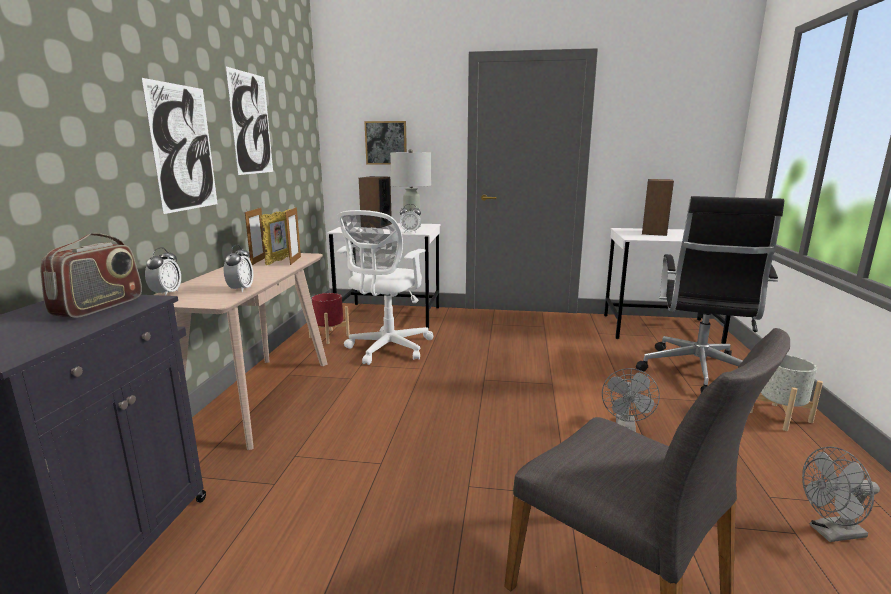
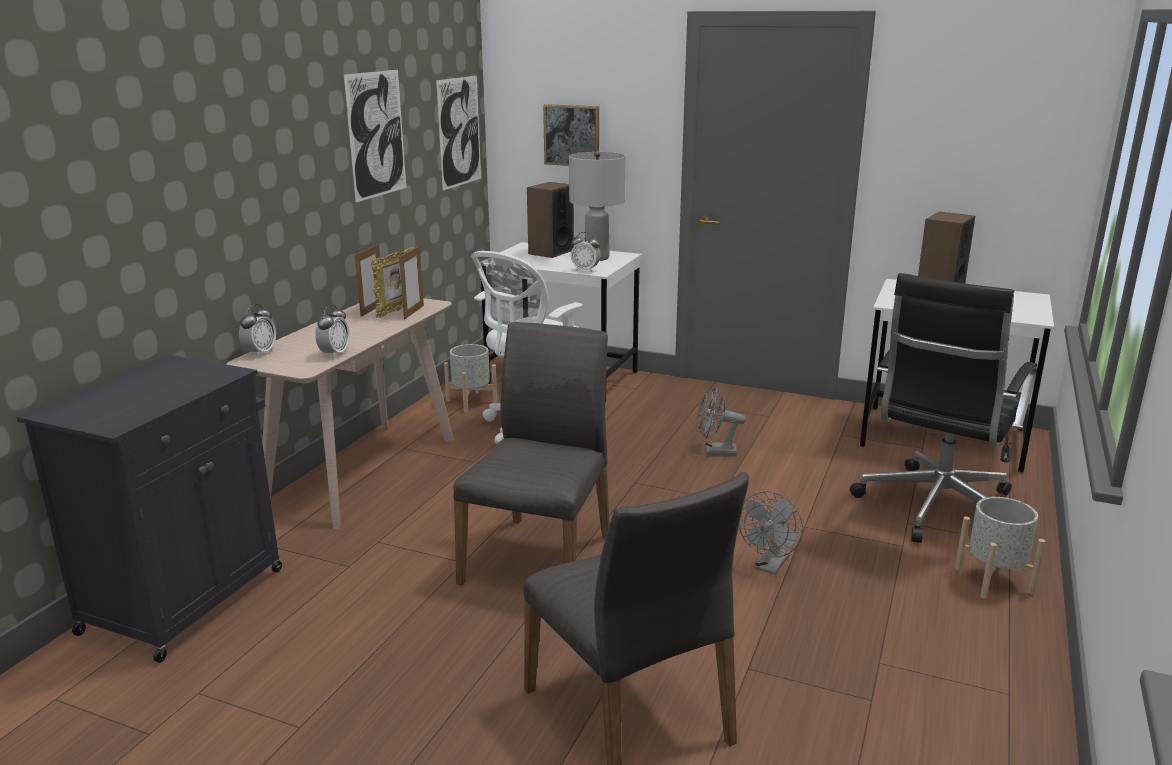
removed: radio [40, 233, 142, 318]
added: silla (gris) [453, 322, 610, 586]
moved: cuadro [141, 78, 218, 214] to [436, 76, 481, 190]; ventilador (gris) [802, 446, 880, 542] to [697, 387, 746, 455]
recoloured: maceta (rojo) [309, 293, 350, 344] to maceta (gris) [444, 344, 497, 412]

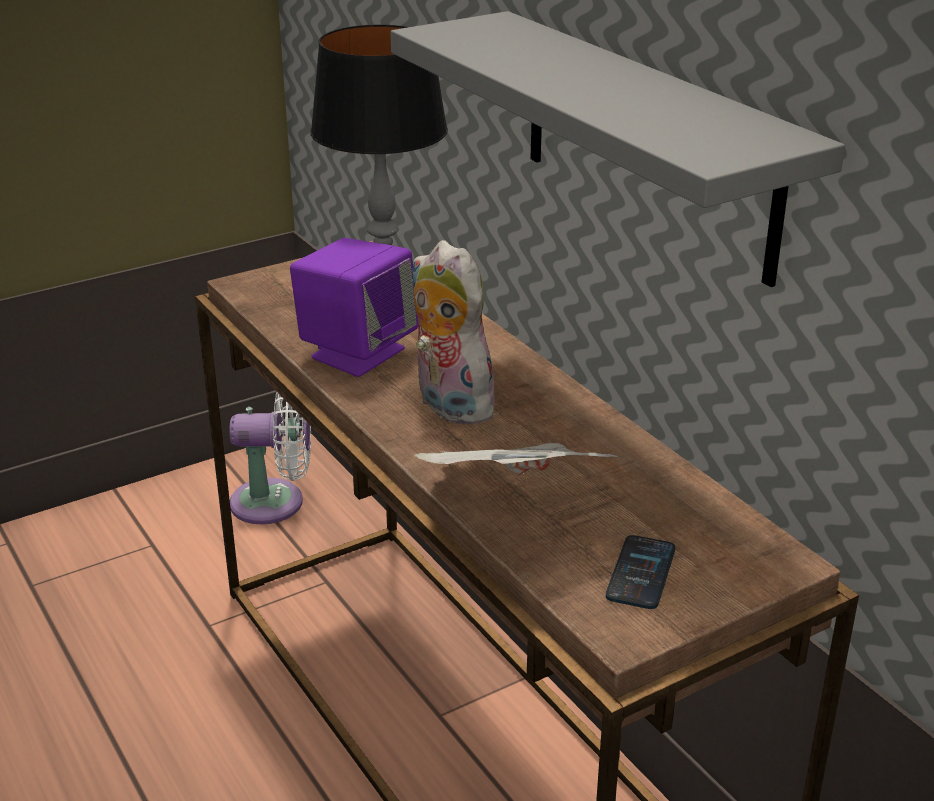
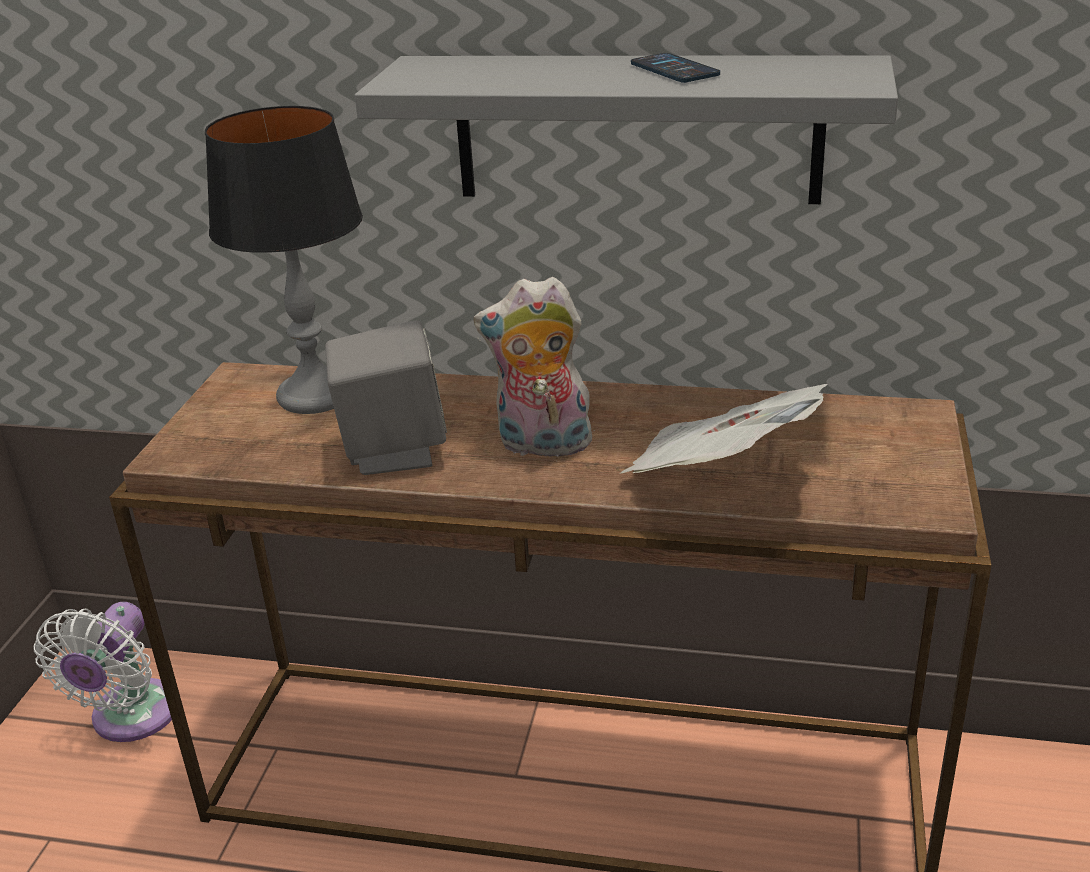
moved: móvil [606, 535, 675, 609] to [631, 53, 720, 83]
recoloured: altavoz (morado) [290, 238, 418, 377] to altavoz (gris) [325, 320, 447, 475]
turned: ventilador (blanco) [229, 392, 311, 524] = [34, 602, 172, 742] 150 degrees clockwise

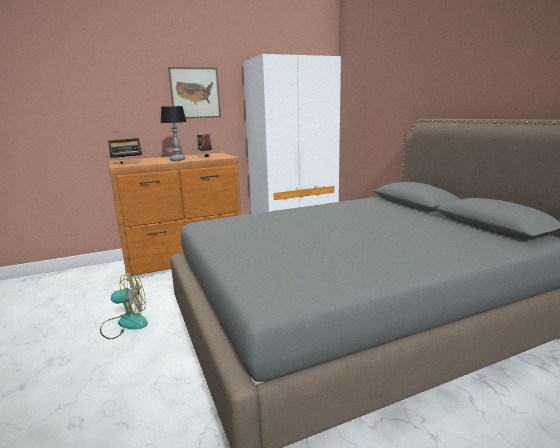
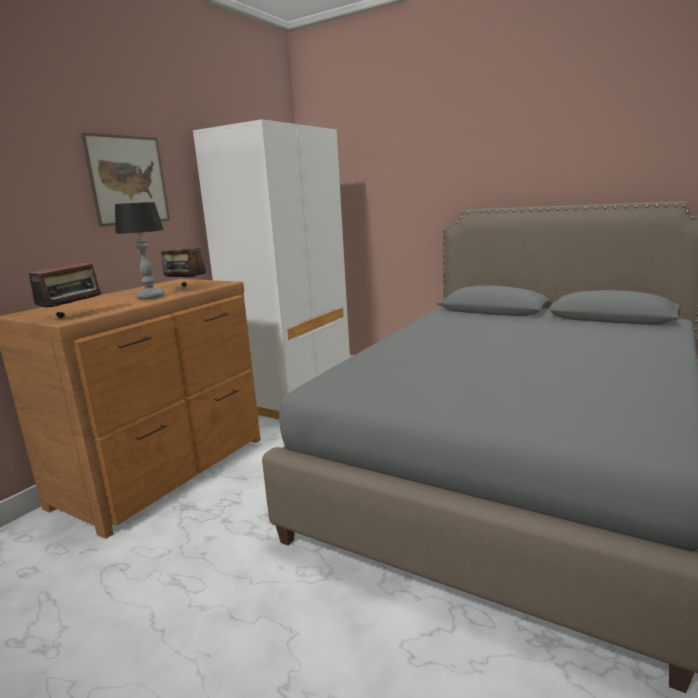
removed: ventilador [100, 271, 148, 339]

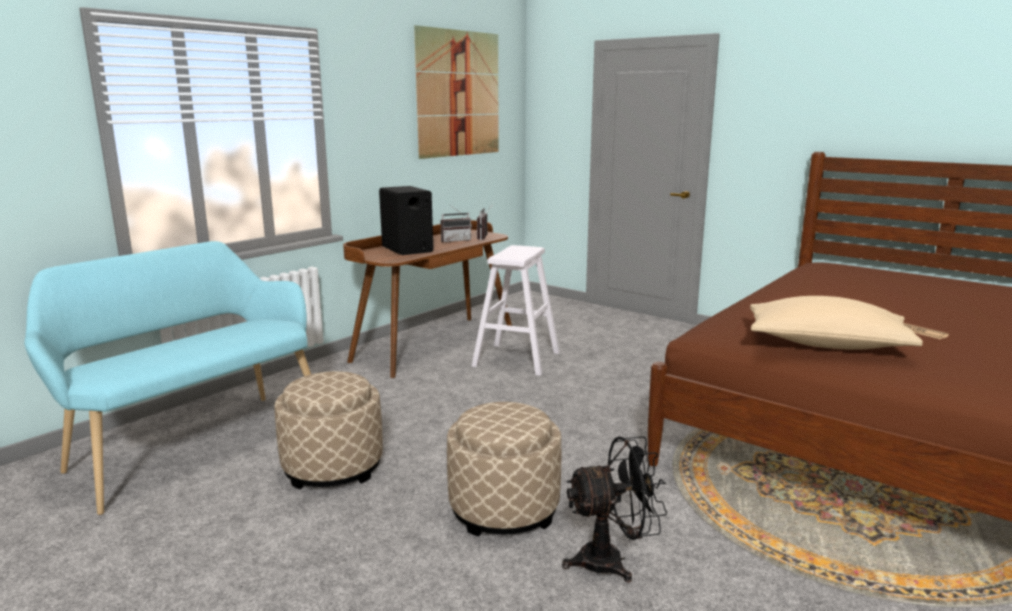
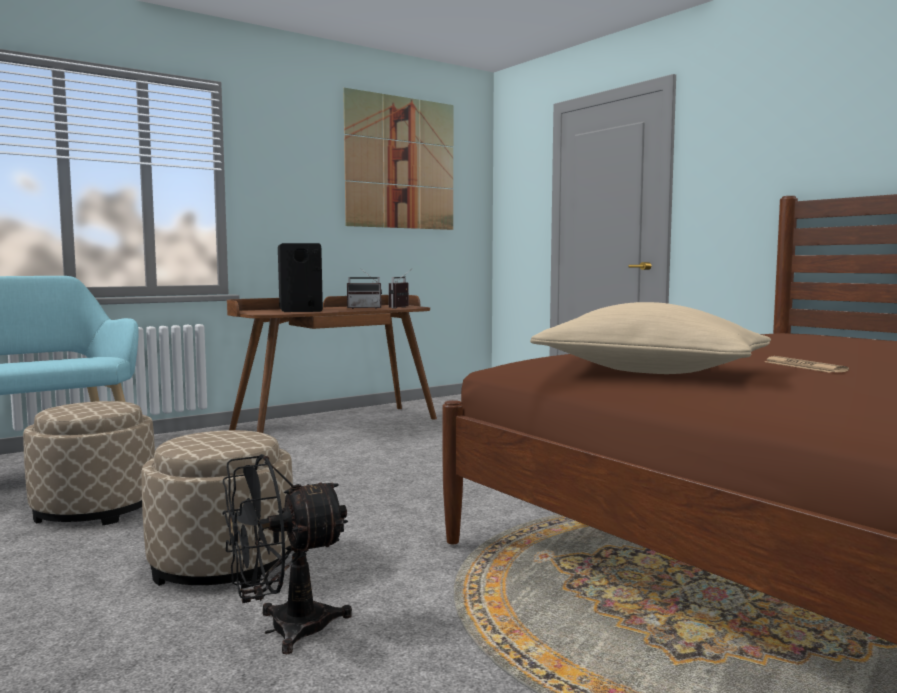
removed: taburete (blanco) [472, 245, 560, 376]
turned: ventilador (negro) [562, 436, 667, 582] = [222, 454, 352, 654] 150 degrees clockwise

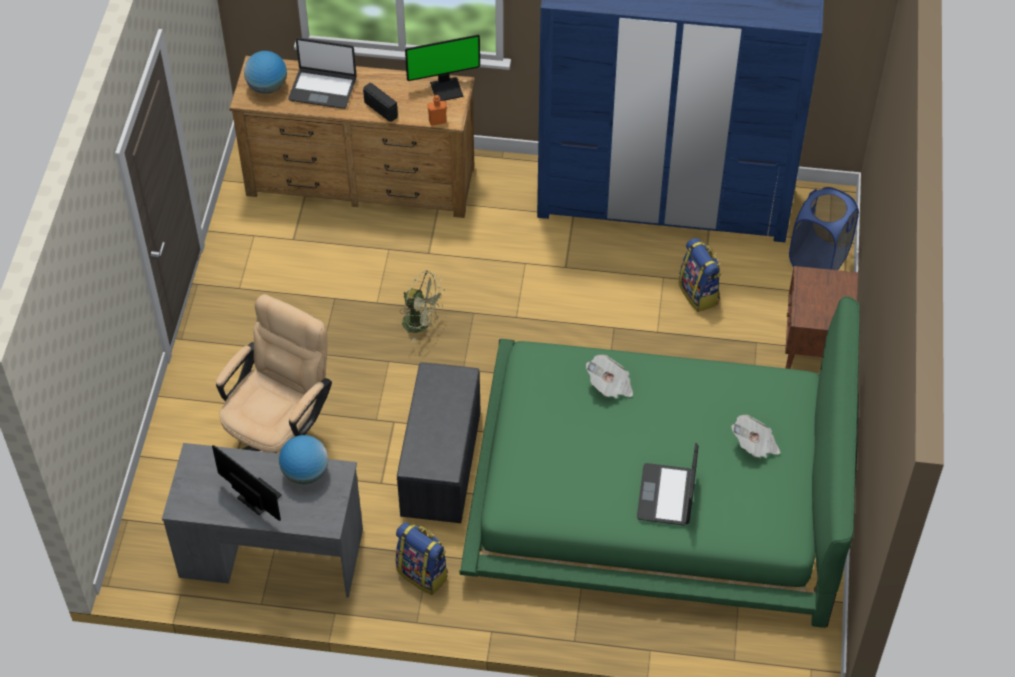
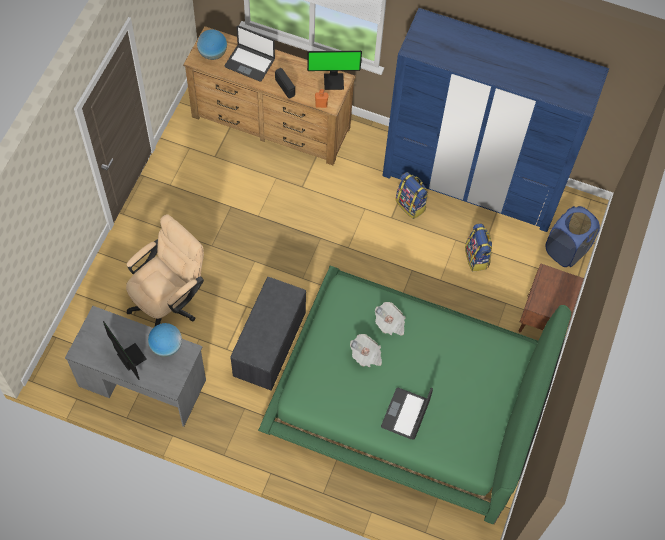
removed: ventilador (verde) [399, 271, 445, 342]
moved: periódico [731, 415, 780, 458] to [350, 334, 382, 367]; mochila [395, 522, 448, 595] to [395, 172, 428, 219]

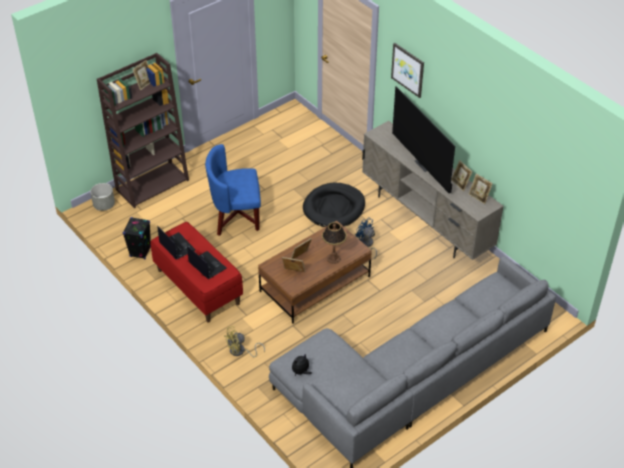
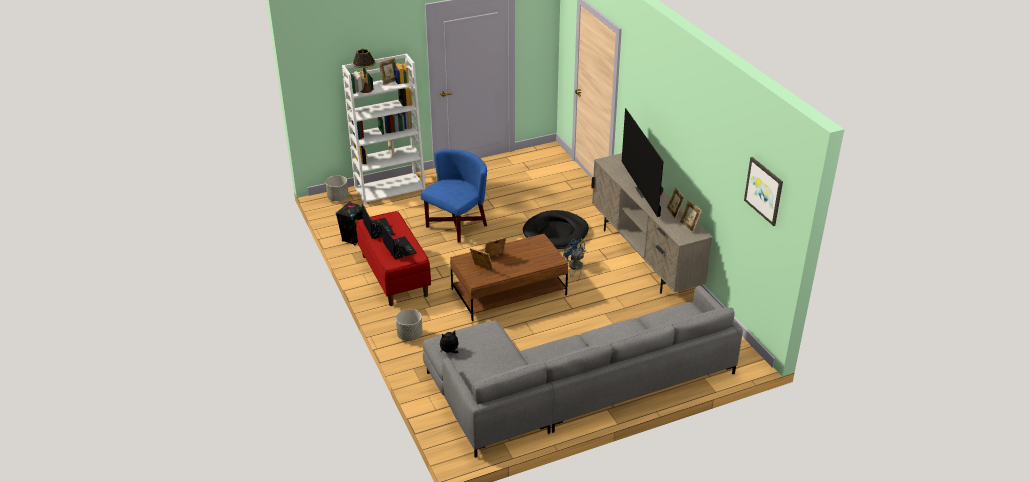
moved: lámpara de mesa [322, 222, 347, 264] to [352, 48, 376, 93]; cuadro [391, 43, 424, 98] to [744, 157, 783, 226]
replaced: ventilador (amarillo) [224, 326, 265, 357] to maceta (gris) [396, 309, 423, 341]
recoloured: estantería (marrón) [97, 53, 189, 208] to estantería (blanco) [342, 54, 426, 204]
turned: sillón (azul) [205, 144, 261, 236] = [421, 149, 487, 242] 120 degrees clockwise

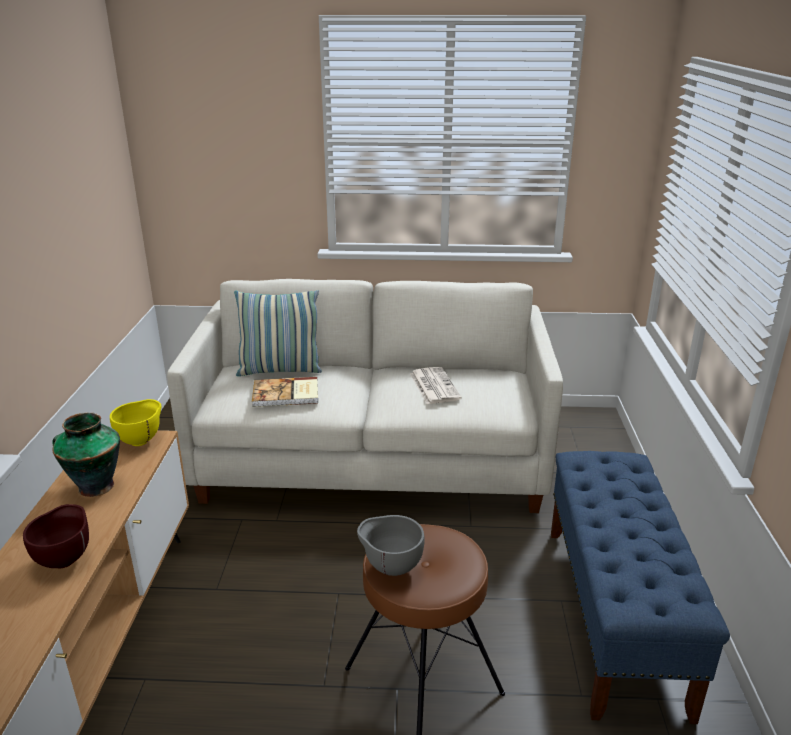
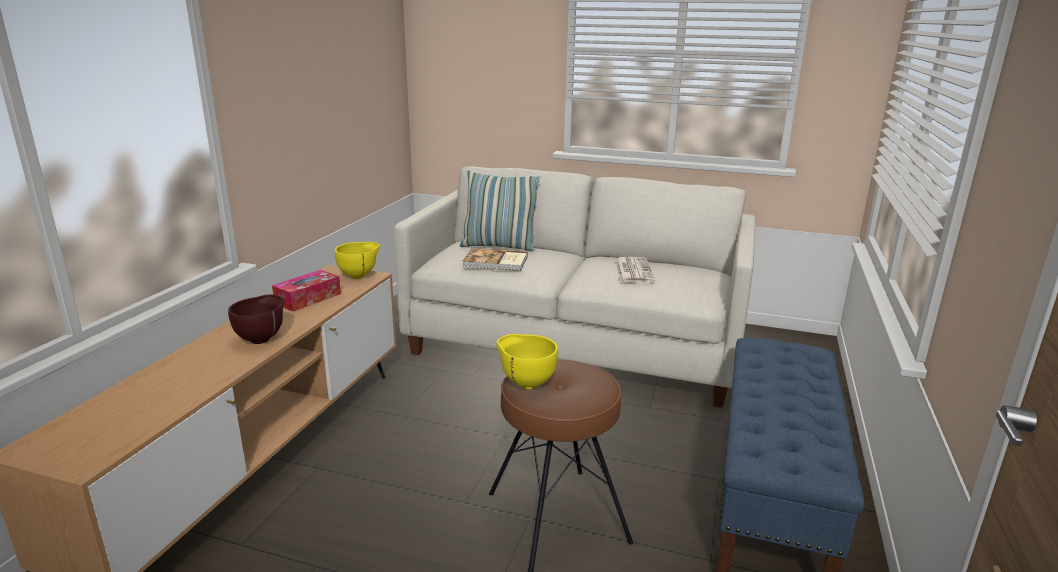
replaced: florero [52, 412, 120, 497] to caja de pañuelos [272, 270, 341, 312]
recoloured: cuenco (gris) [357, 515, 425, 576] to cuenco (amarillo) [497, 334, 558, 389]

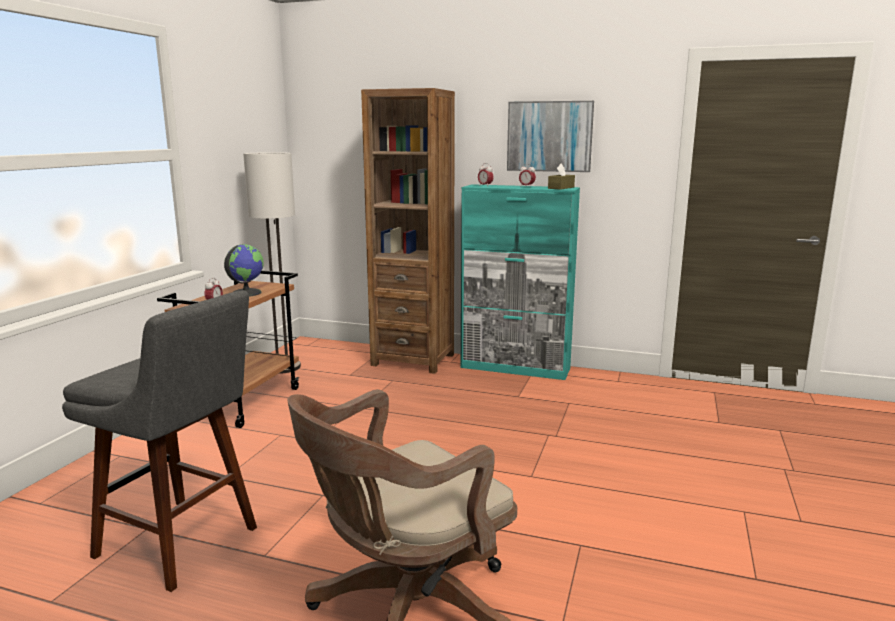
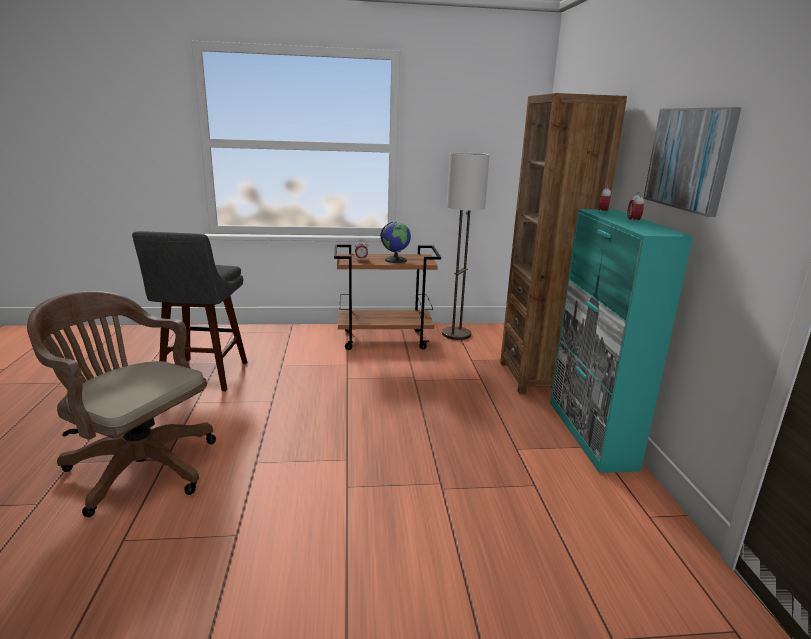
removed: caja de pañuelos (marrón) [548, 163, 575, 189]

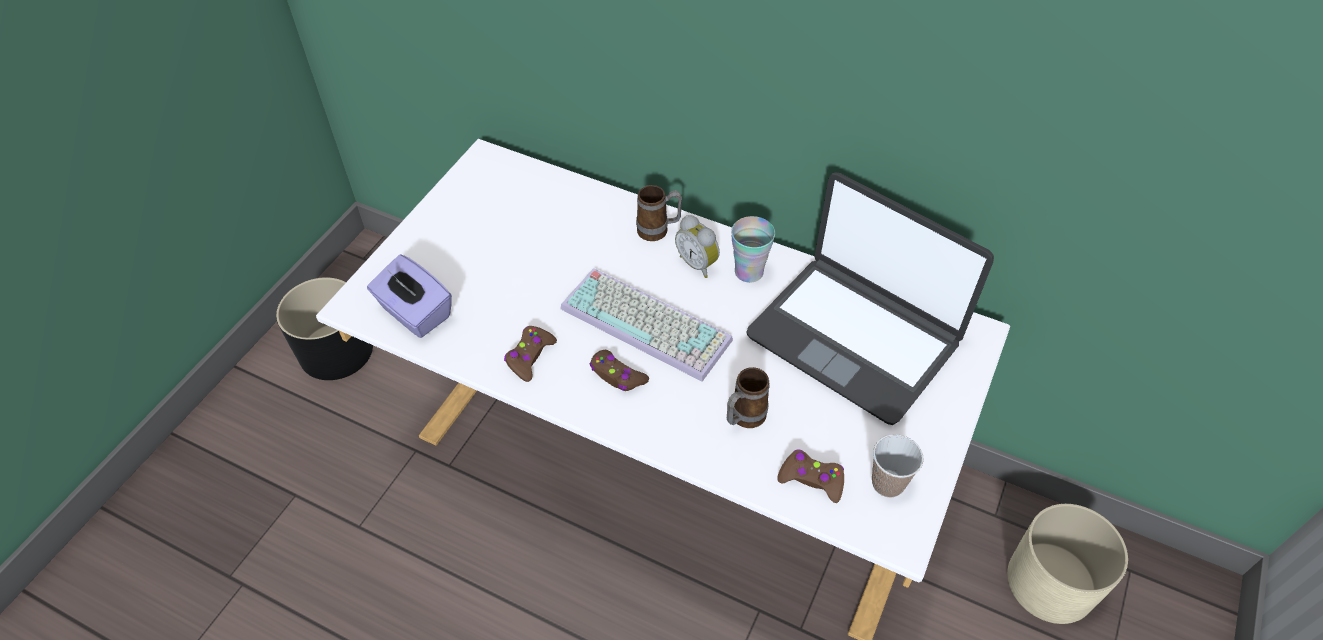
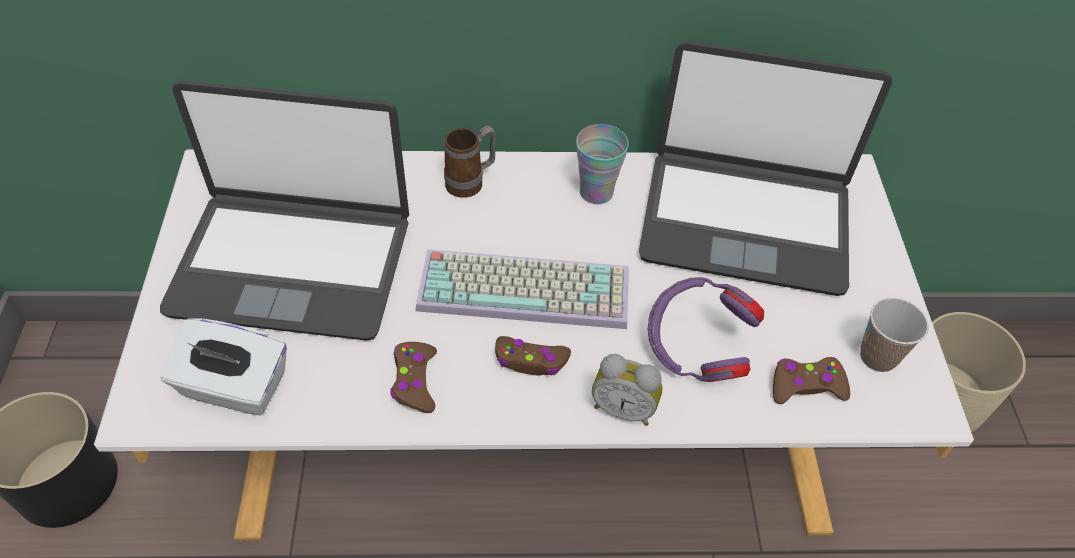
added: portátil [160, 80, 409, 341]
moved: despertador [675, 215, 720, 278] to [592, 354, 663, 426]
replaced: taza grande [727, 367, 770, 428] to auriculares (morado) [648, 277, 764, 382]
recoloured: caja de pañuelos (morado) [367, 255, 452, 338] to caja de pañuelos (blanco) [160, 318, 287, 415]

